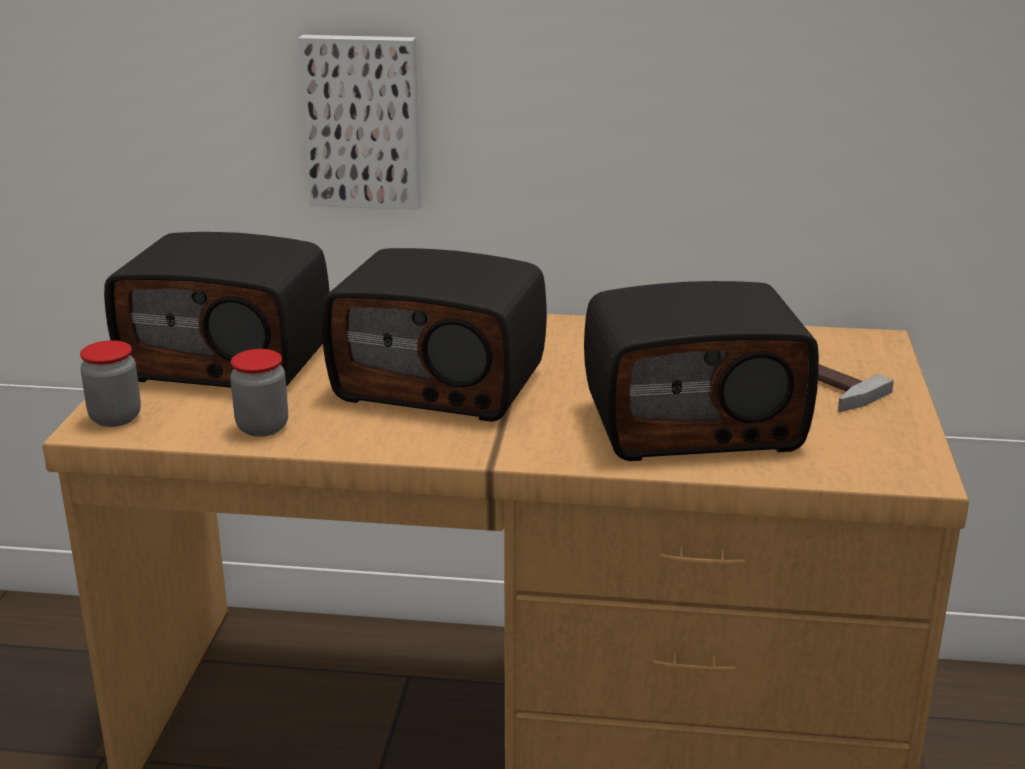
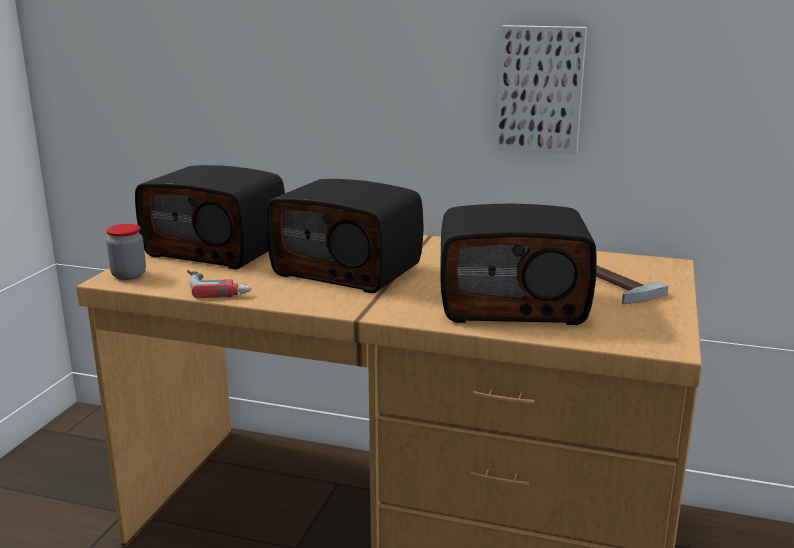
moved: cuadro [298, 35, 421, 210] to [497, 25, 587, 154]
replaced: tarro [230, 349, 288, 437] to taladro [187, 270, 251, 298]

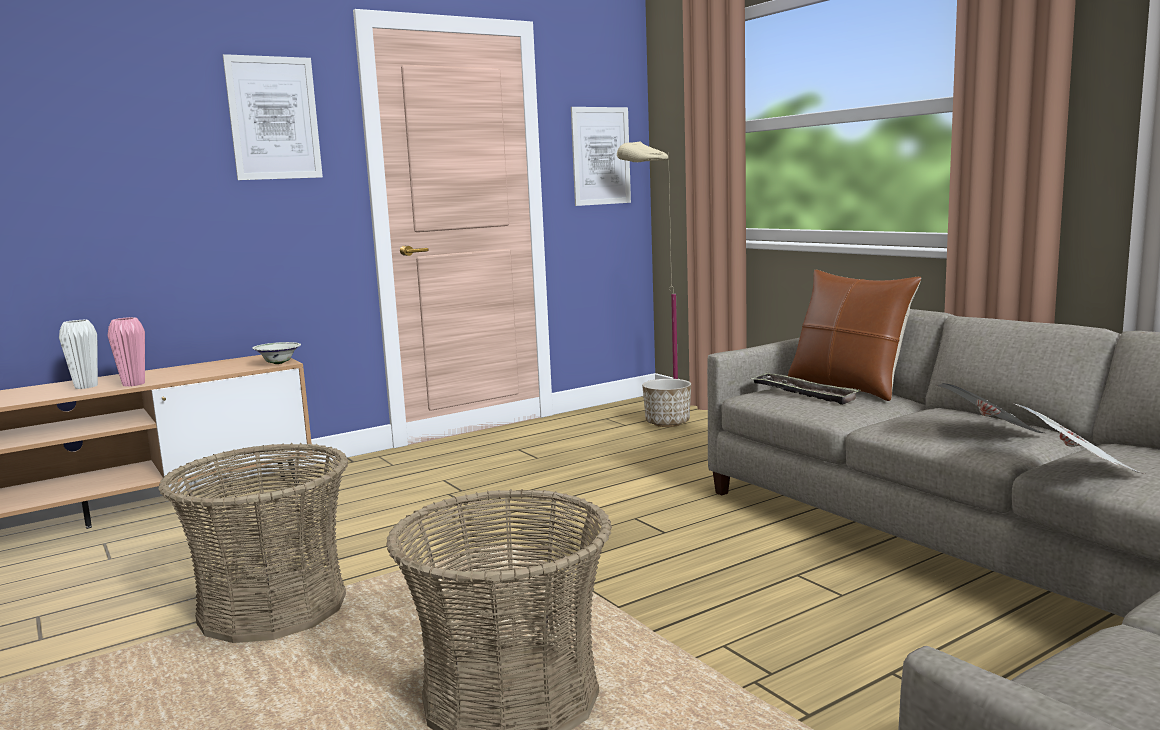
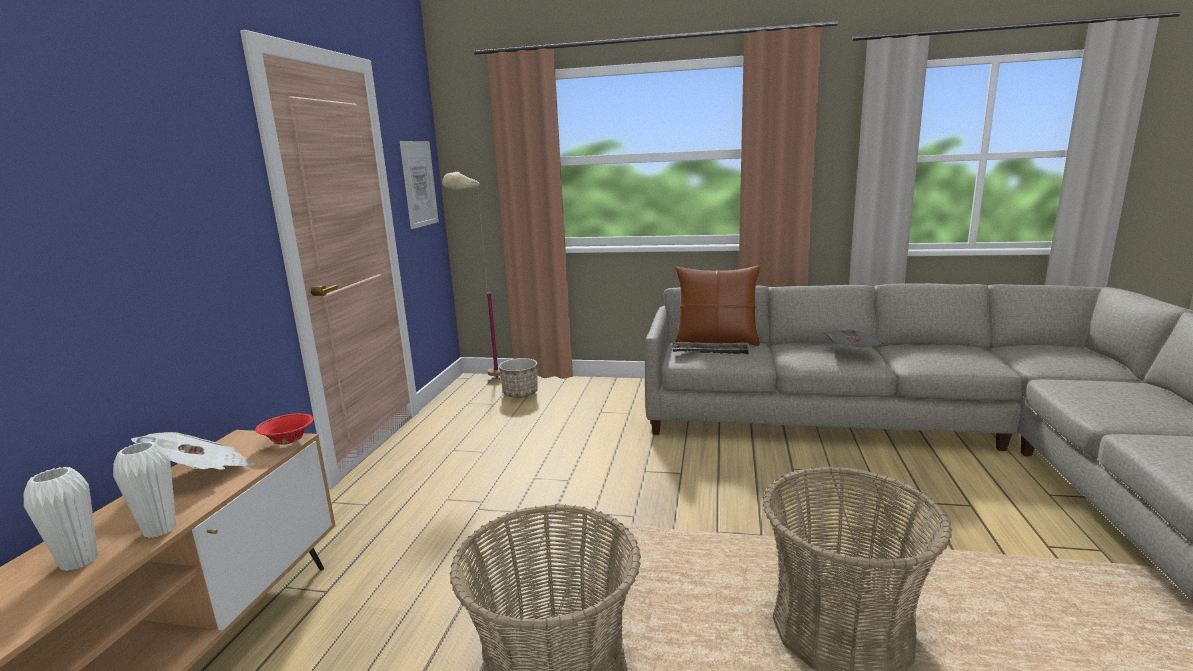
removed: cuadro [223, 54, 323, 180]
moved: periódico [1012, 403, 1145, 474] to [131, 432, 255, 470]
recoloured: florero (rosa) [107, 317, 145, 387] to florero (blanco) [113, 442, 176, 538]; cuenco (blanco) [253, 342, 301, 364] to cuenco (rojo) [255, 413, 314, 445]

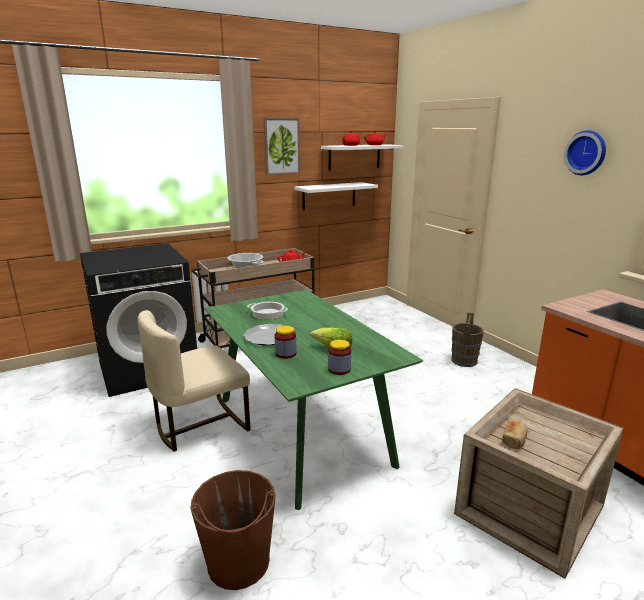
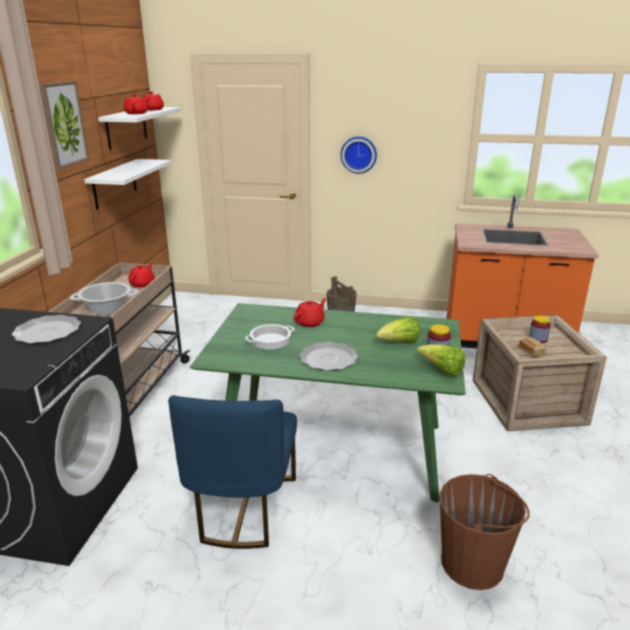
added: plato [12, 315, 81, 344]; tetera (rojo) [293, 298, 326, 327]; lechuga [417, 344, 465, 377]
moved: reloj de pared [564, 130, 606, 175] to [341, 136, 377, 174]; tarro [275, 326, 297, 359] to [529, 315, 551, 343]
recoloured: silla (beis) [138, 310, 250, 451] to silla (azul) [168, 395, 297, 549]

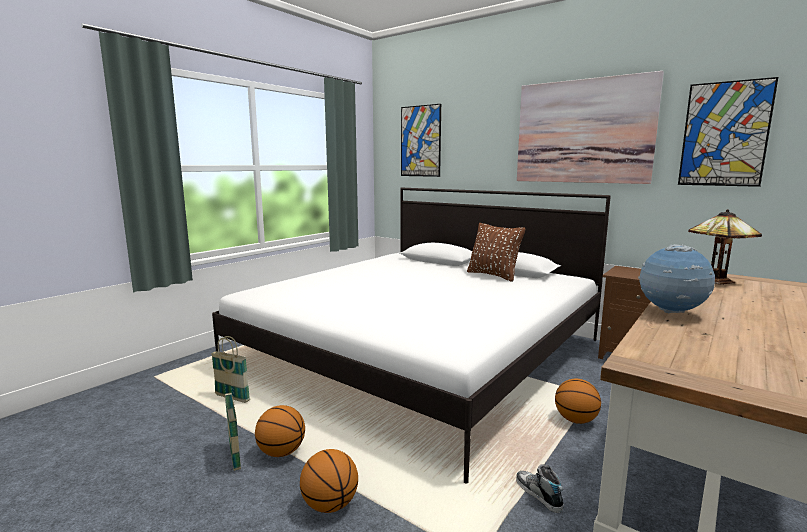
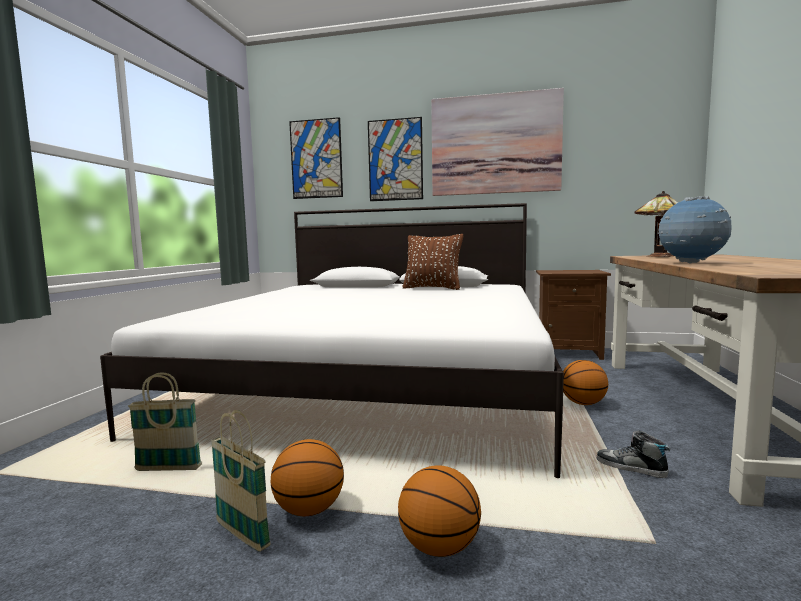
moved: cuadro [678, 77, 778, 187] to [368, 117, 423, 201]

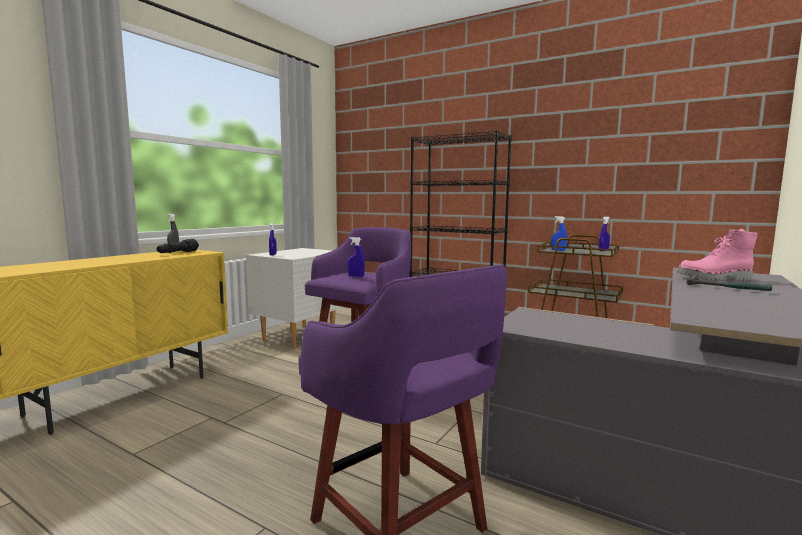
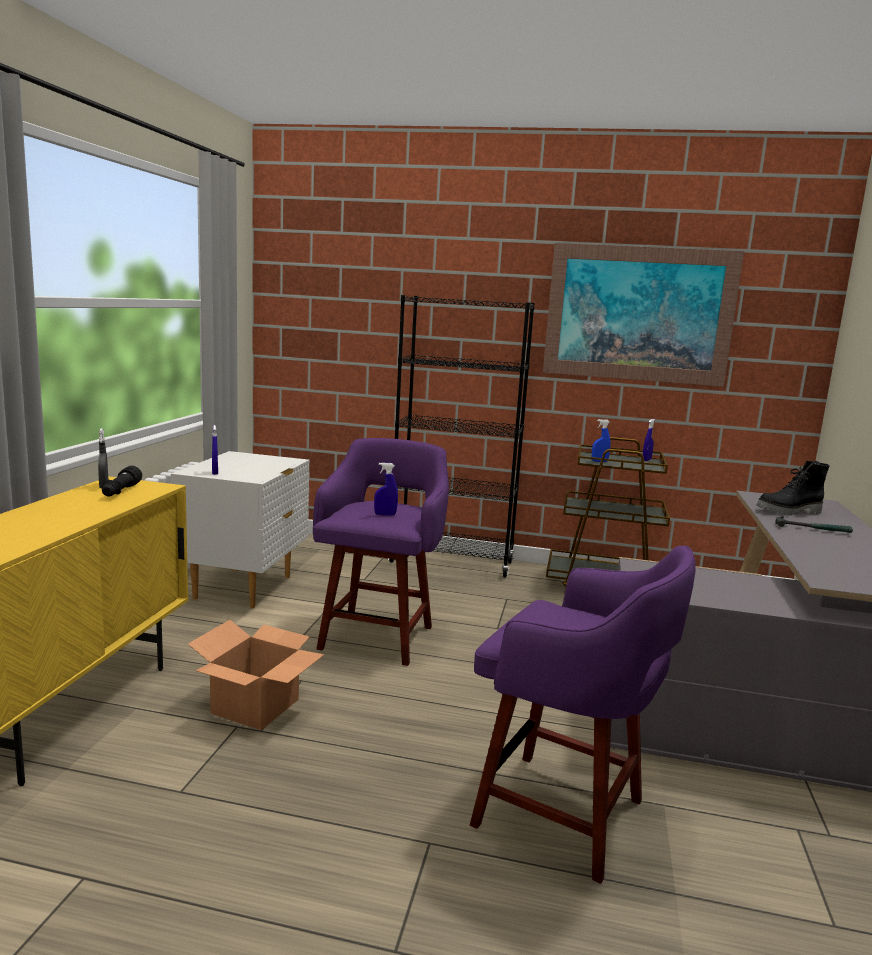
added: caja de cartón [188, 620, 324, 730]; cuadro [543, 243, 744, 387]
recoloured: bota (rosa) [677, 229, 758, 281] to bota (negro) [756, 461, 830, 515]

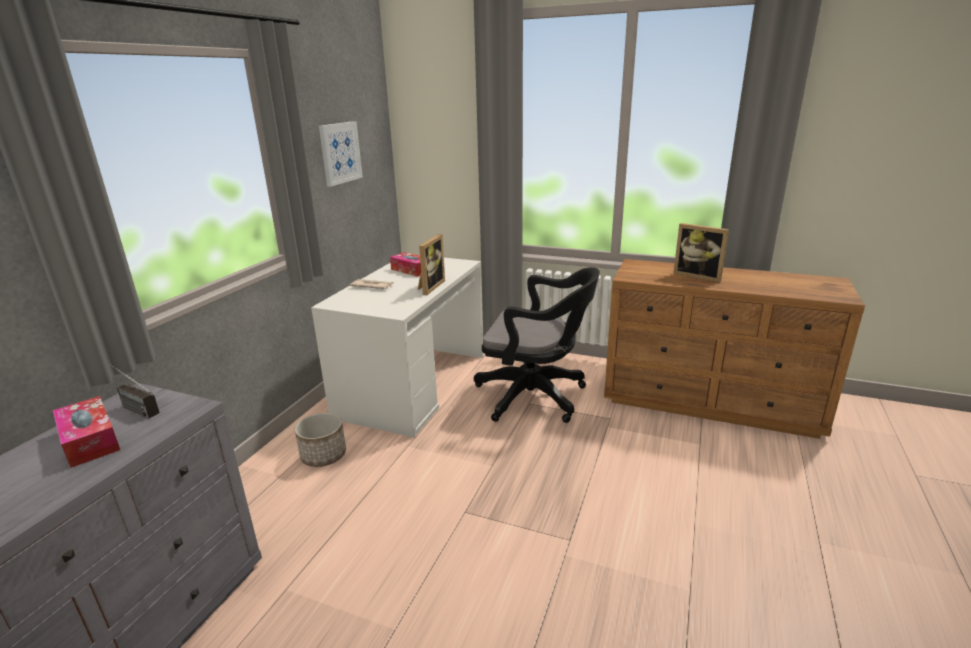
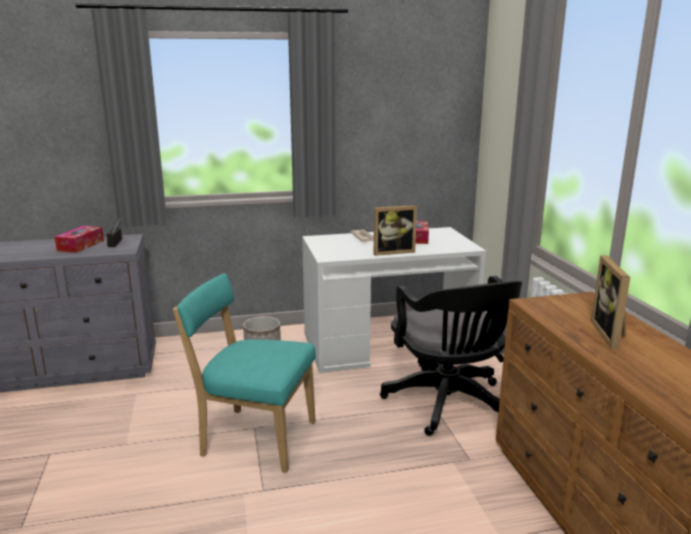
removed: cuadro [319, 121, 363, 187]
added: silla (turquesa) [173, 273, 316, 473]

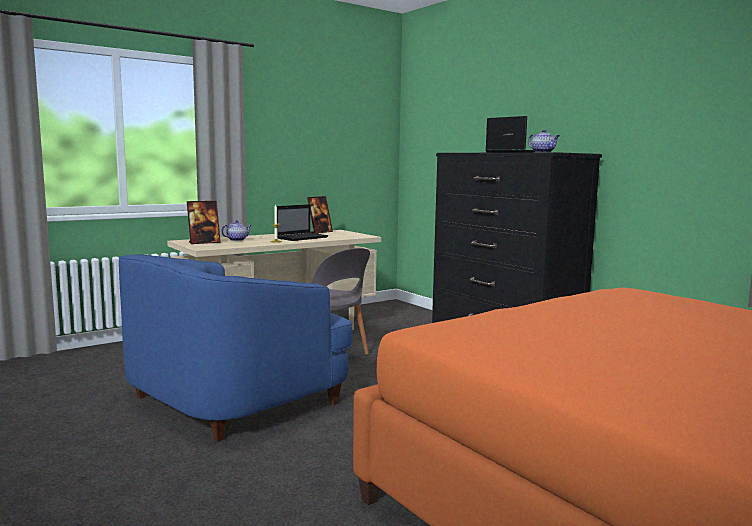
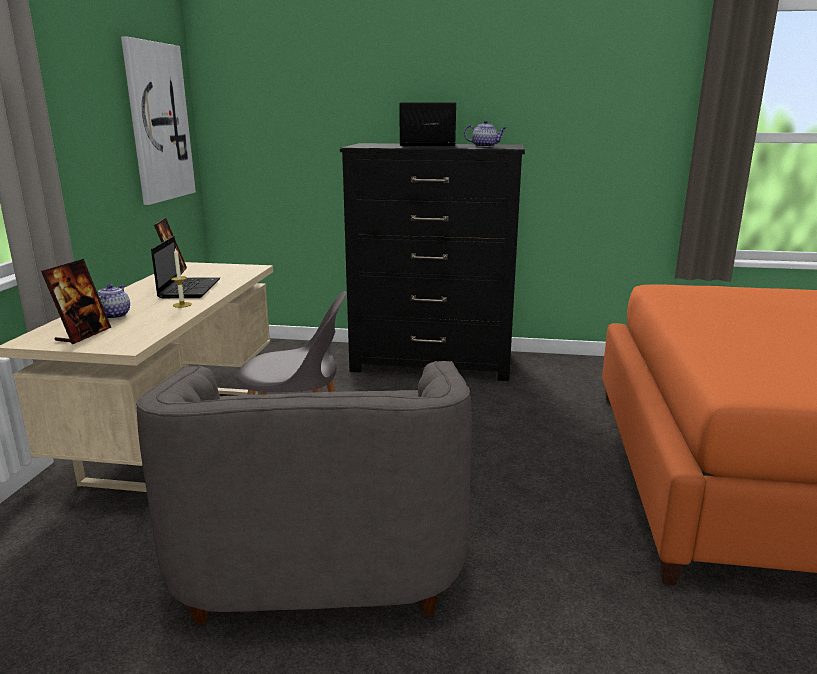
added: cuadro [121, 36, 196, 205]
recoloured: sillón (azul) [119, 254, 352, 442] to sillón (gris) [136, 361, 472, 625]

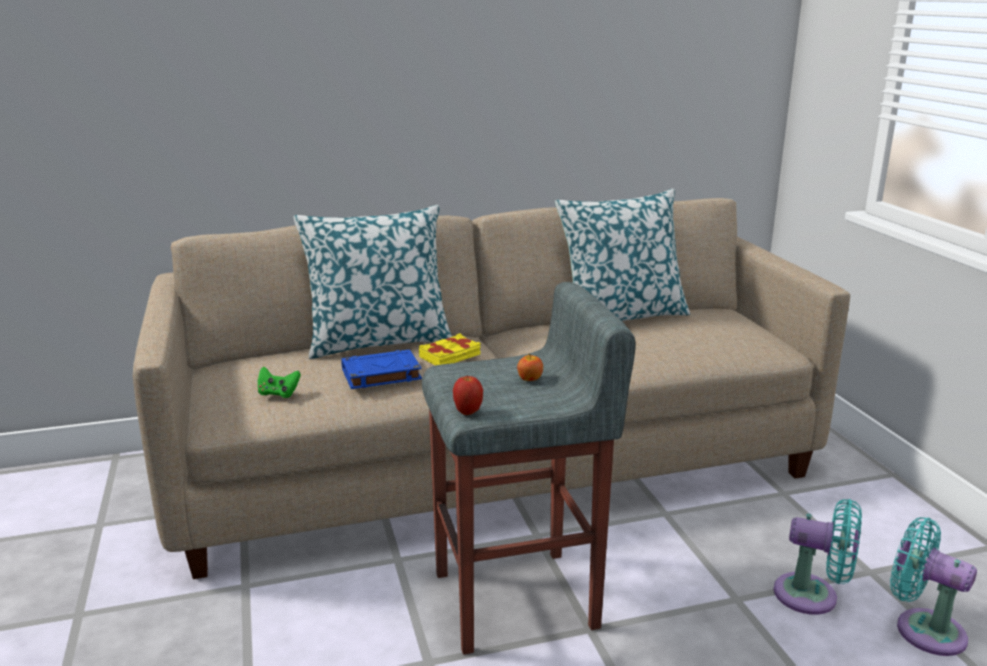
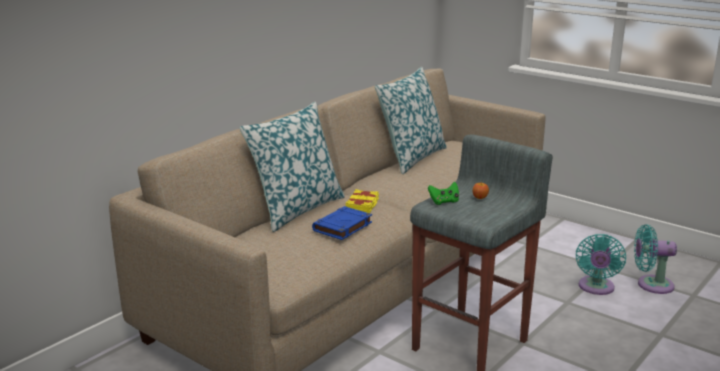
removed: manzana [453, 375, 483, 415]
moved: mando de consola (verde) [258, 367, 301, 398] to [428, 182, 459, 205]
turned: ventilador (turquesa) [773, 499, 862, 615] = [576, 234, 626, 295] 120 degrees clockwise

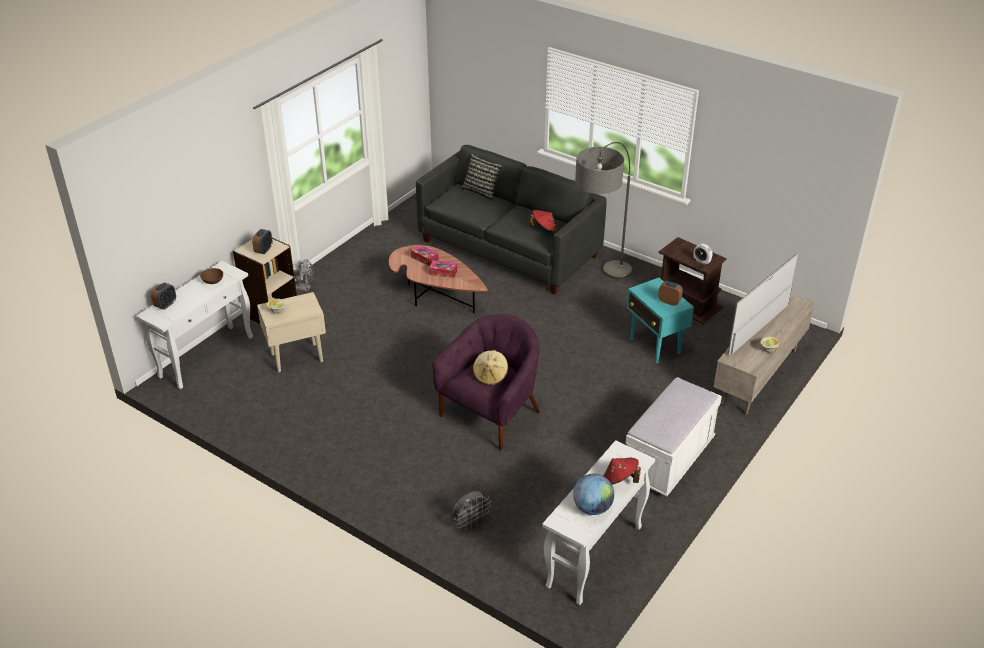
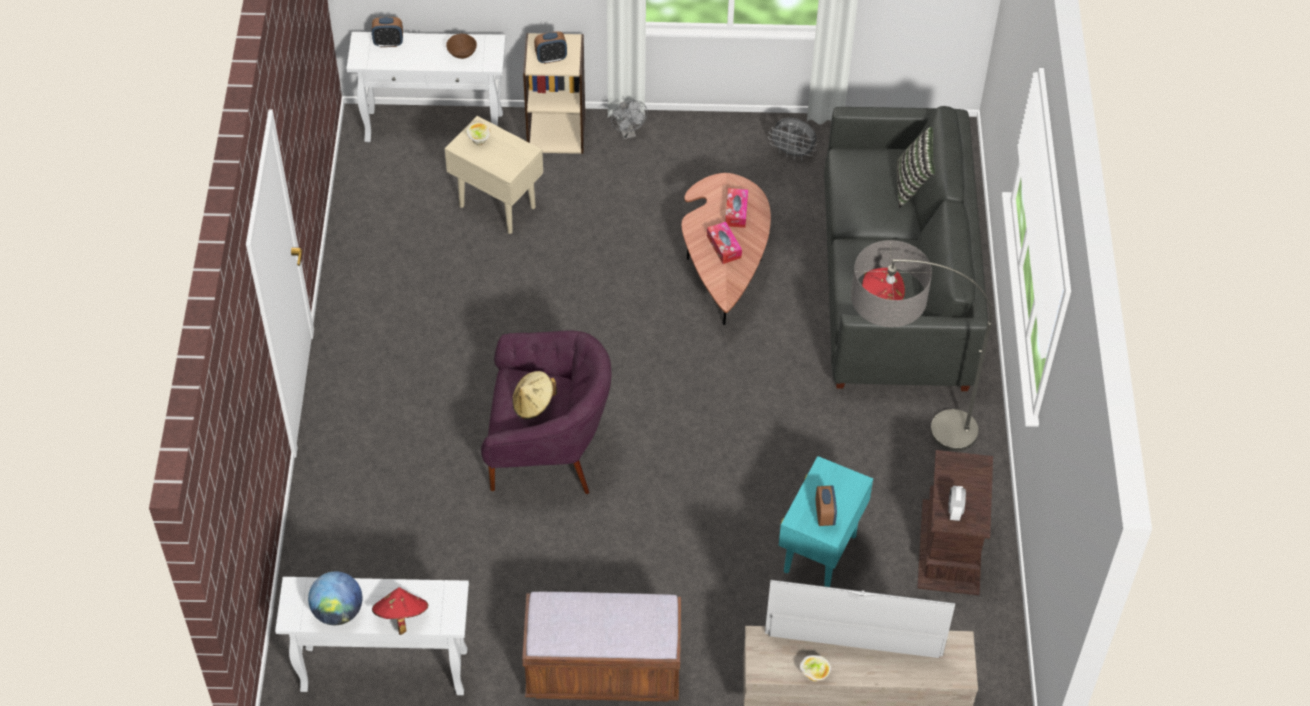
moved: ventilador (gris) [452, 491, 491, 530] to [768, 118, 817, 160]
recoloured: banco (blanco) [625, 377, 722, 496] to banco (marrón) [522, 592, 681, 702]

